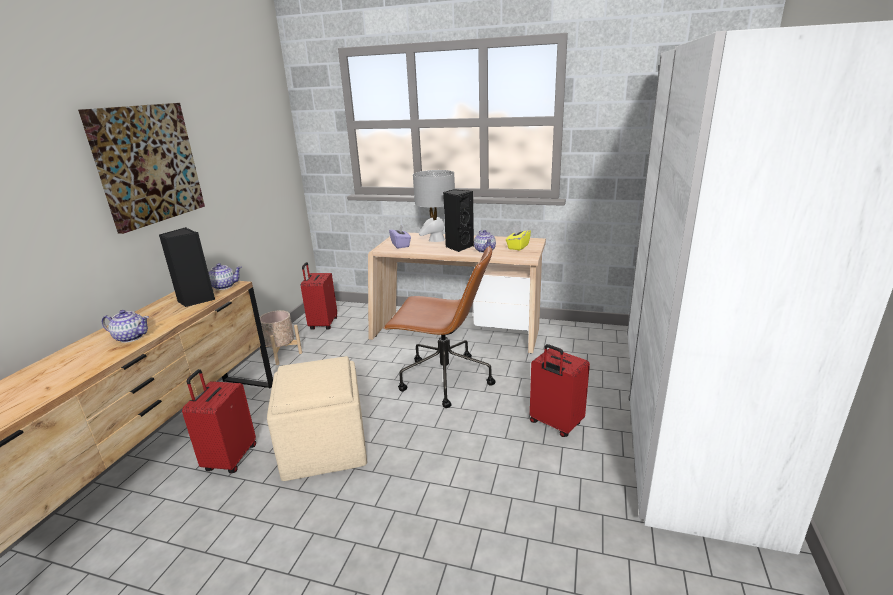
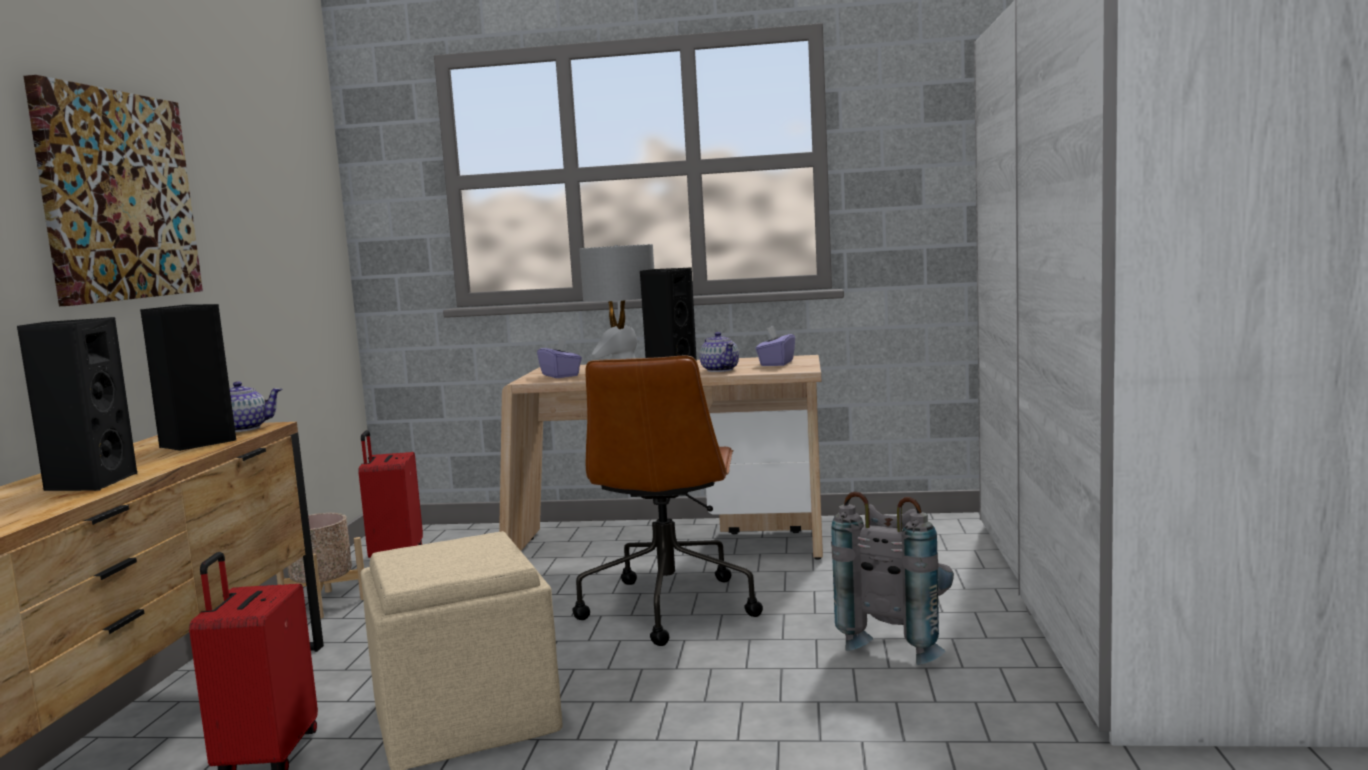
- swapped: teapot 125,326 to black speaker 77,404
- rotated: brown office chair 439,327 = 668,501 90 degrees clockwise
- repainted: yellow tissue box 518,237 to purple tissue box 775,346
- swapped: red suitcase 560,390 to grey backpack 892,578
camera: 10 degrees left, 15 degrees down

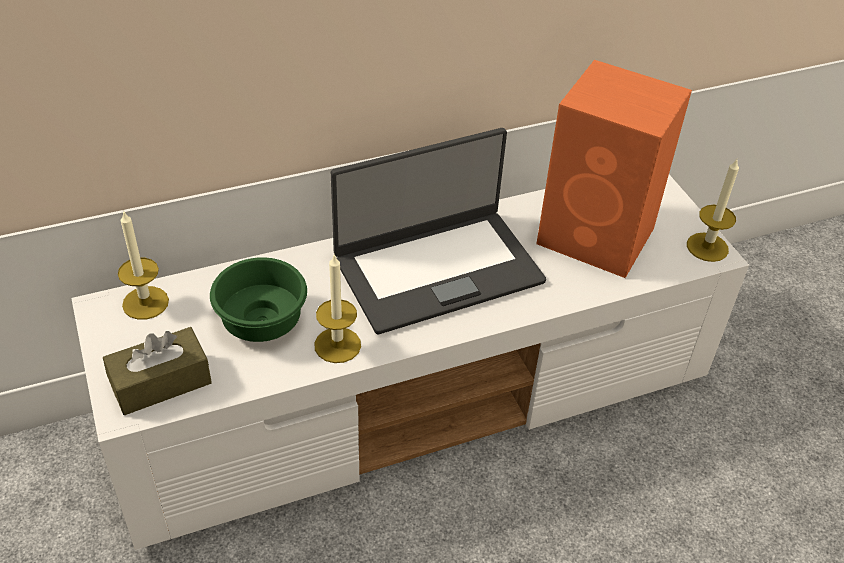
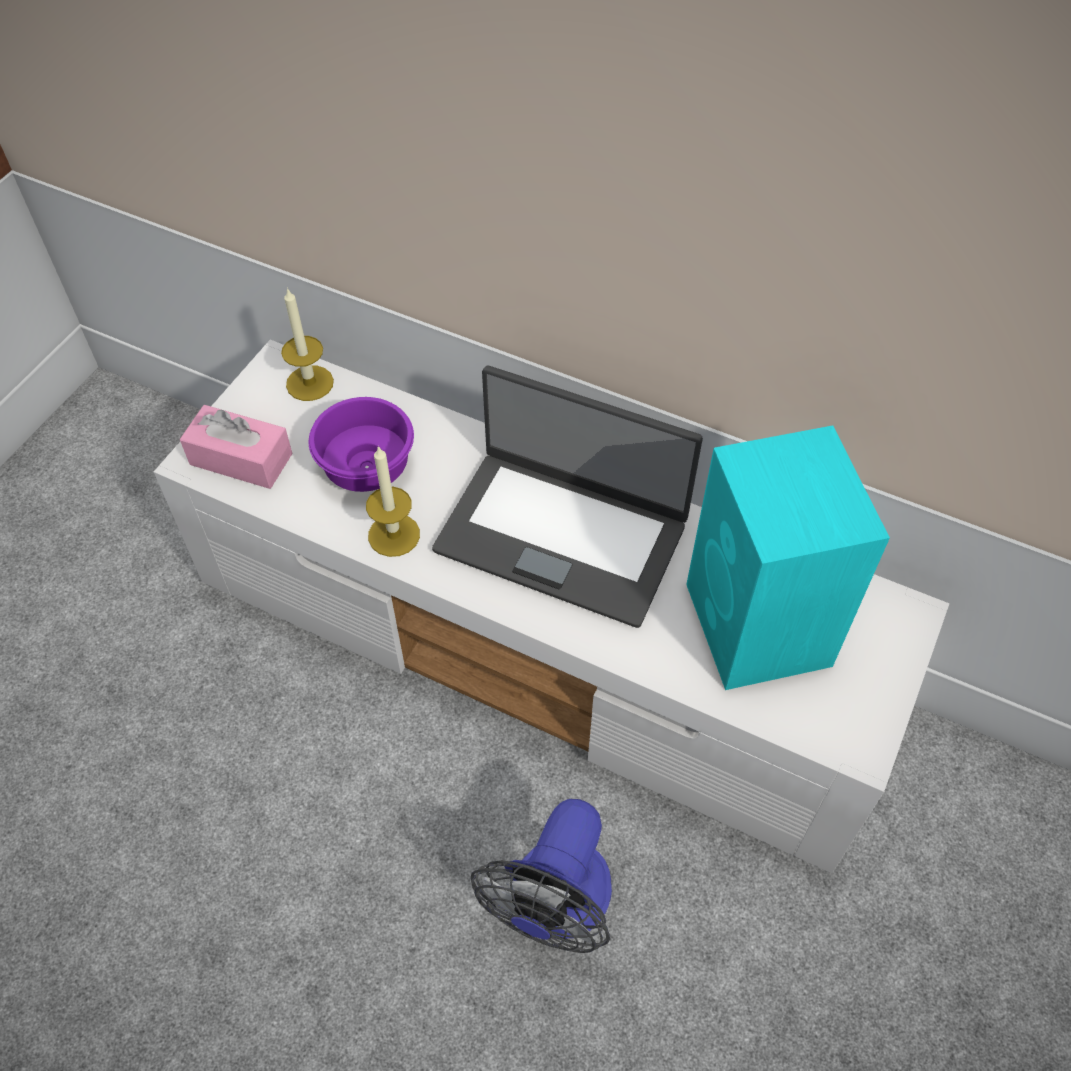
- repainted: brown tissue box 157,371 to pink tissue box 236,447
- repainted: green bowl 258,299 to purple bowl 361,444
- repainted: orange speaker 614,169 to turquoise speaker 788,557
- gone: candle 713,210
- new: fan 541,876
camera: 50 degrees right, 10 degrees up

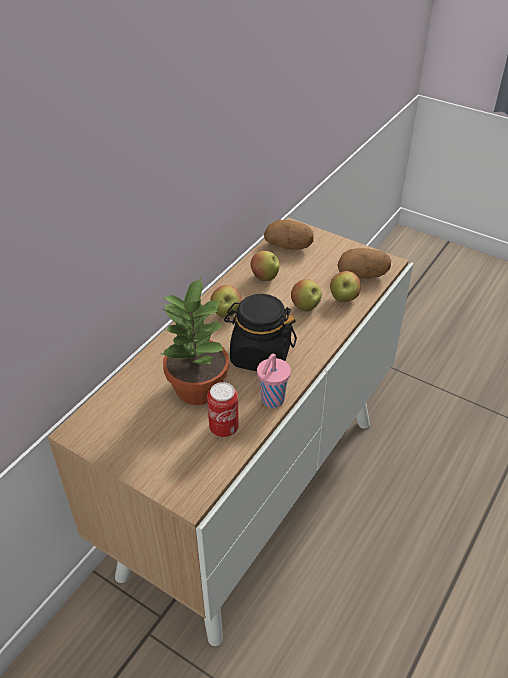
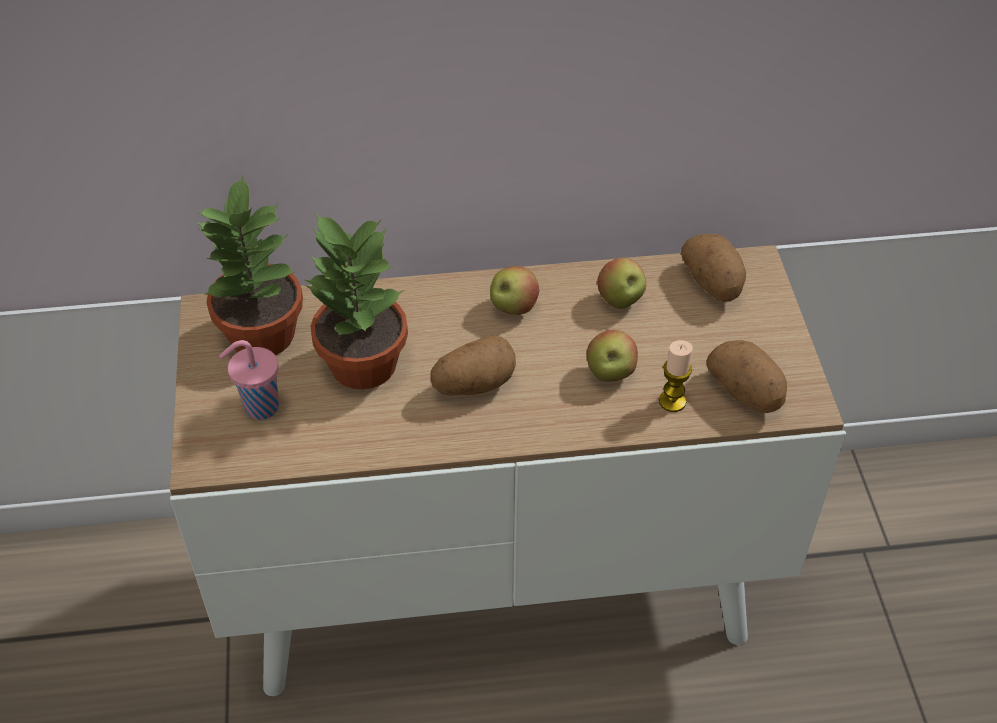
- gone: can 223,409
- swapped: black jar 260,332 to potato 473,365
- shifted: pink cup 274,381 to 249,380
- swapped: apple 345,286 to candle 676,376
- new: potted plant 249,265
camera: 50 degrees right, 5 degrees up

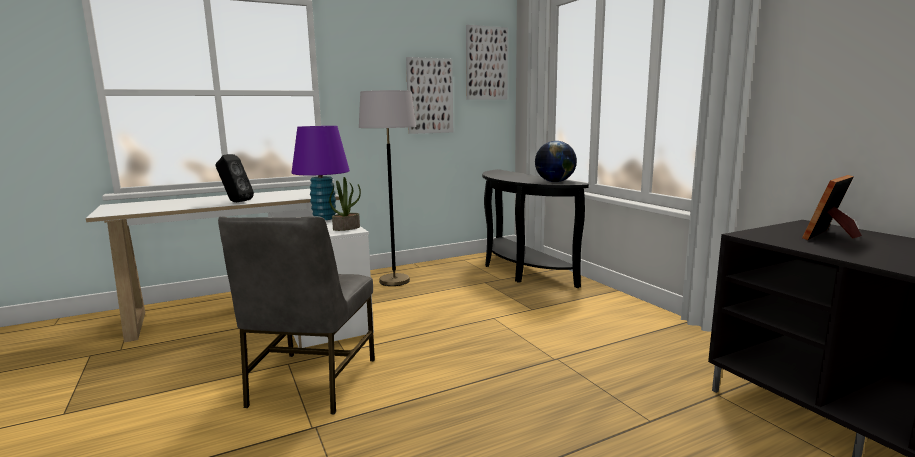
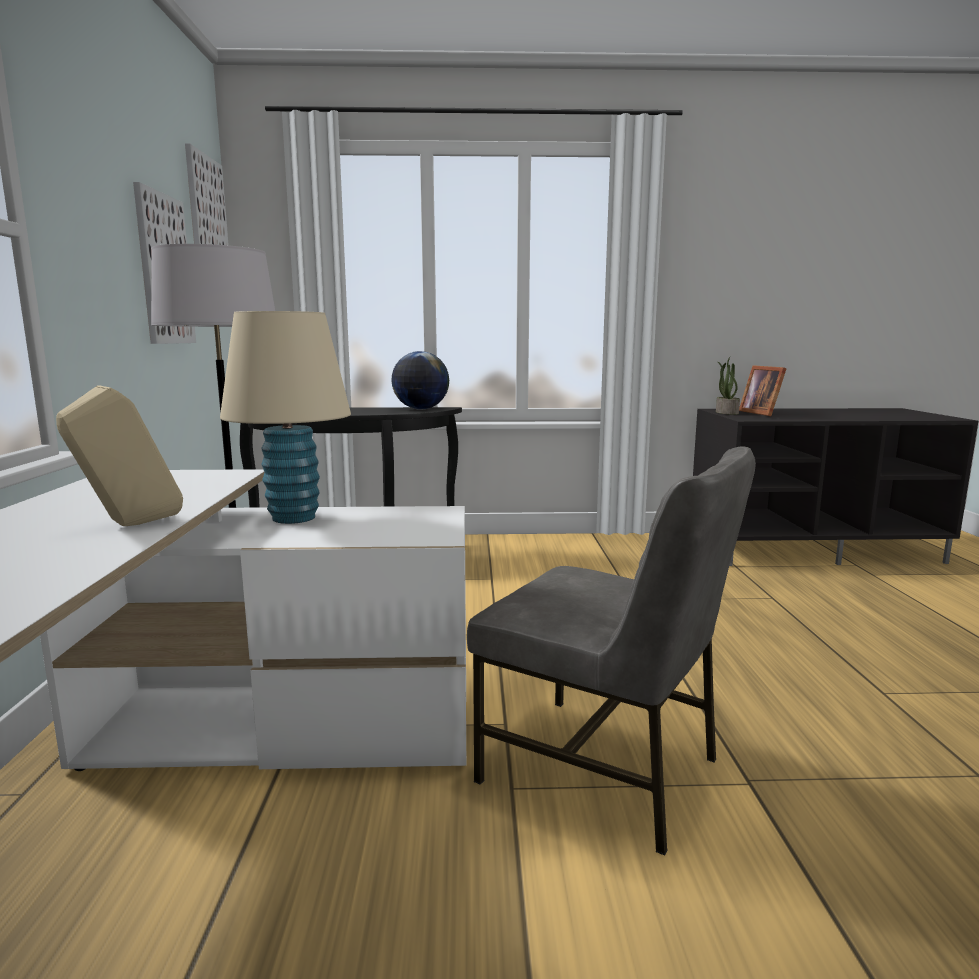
- repainted: black speaker 235,178 to beige speaker 119,455
- repainted: purple table lamp 321,173 to beige table lamp 285,417
- shifted: potted plant 345,204 to 728,386
camera: 65 degrees left, 0 degrees up

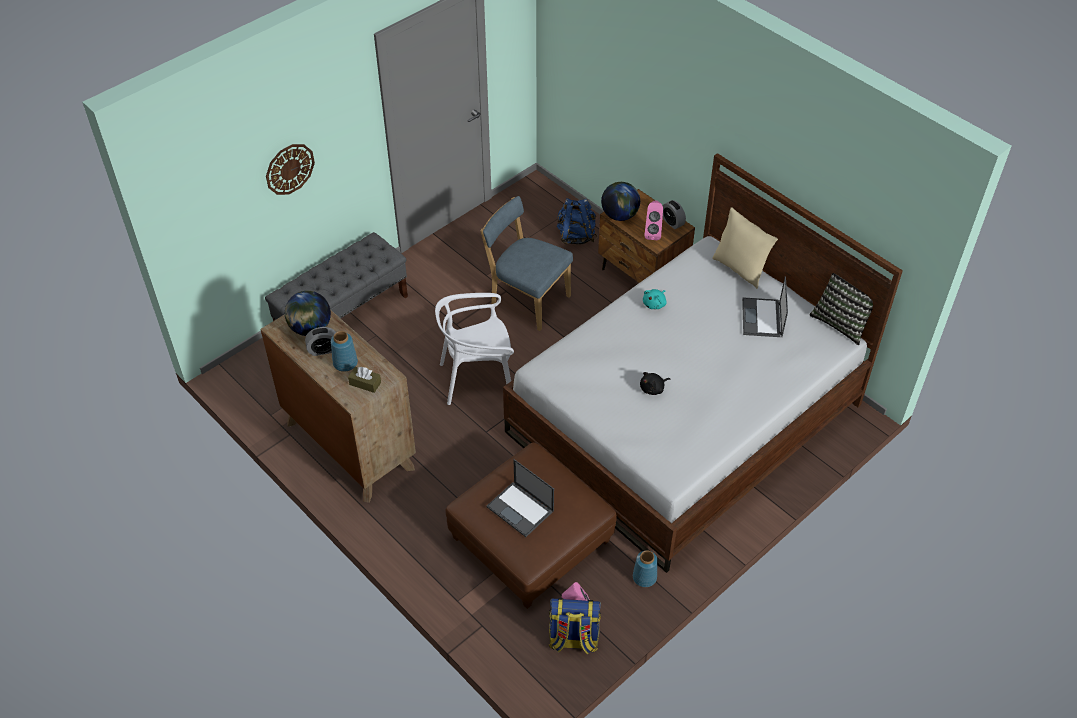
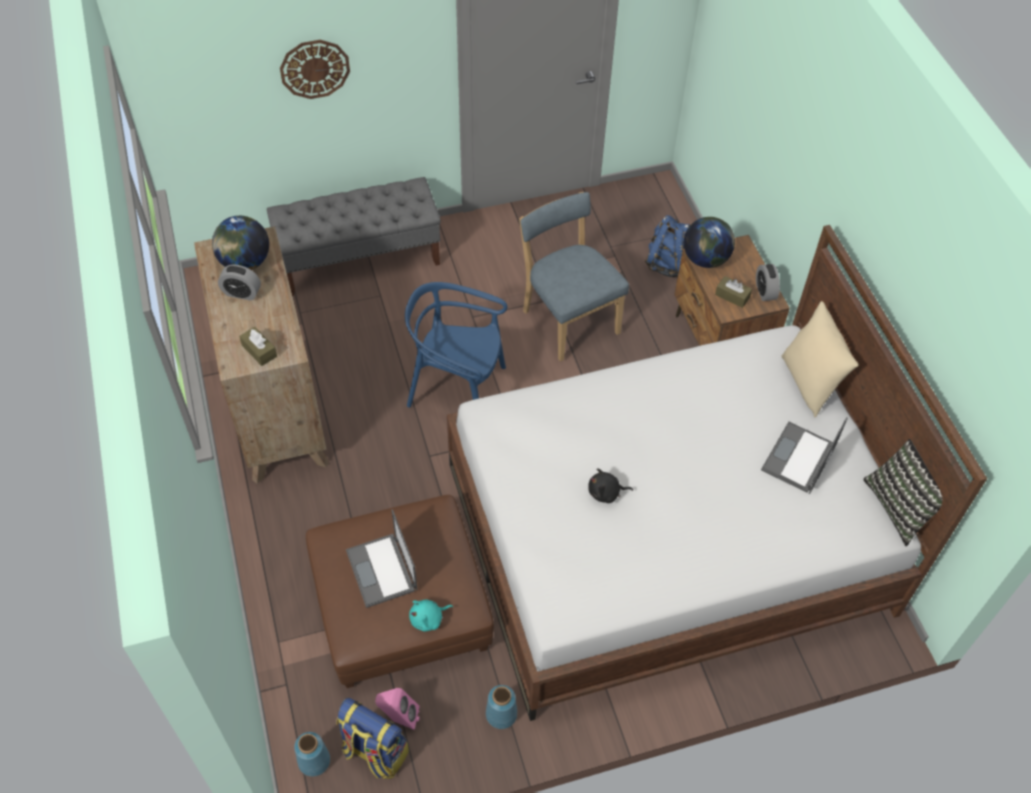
- shifted: blue vase 344,351 to 312,754
- repainted: white chair 474,349 to blue chair 456,344
- shifted: turquoise plush toy 655,299 to 431,615
- swapped: pink speaker 653,220 to brown tissue box 733,292
camera: 25 degrees right, 5 degrees up

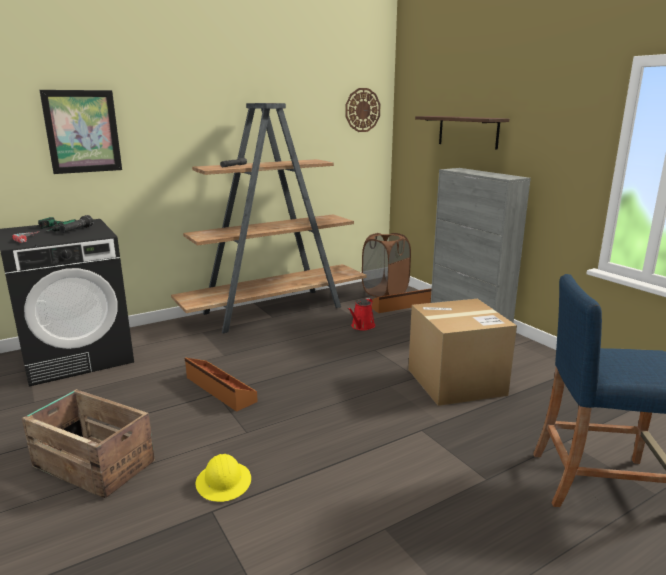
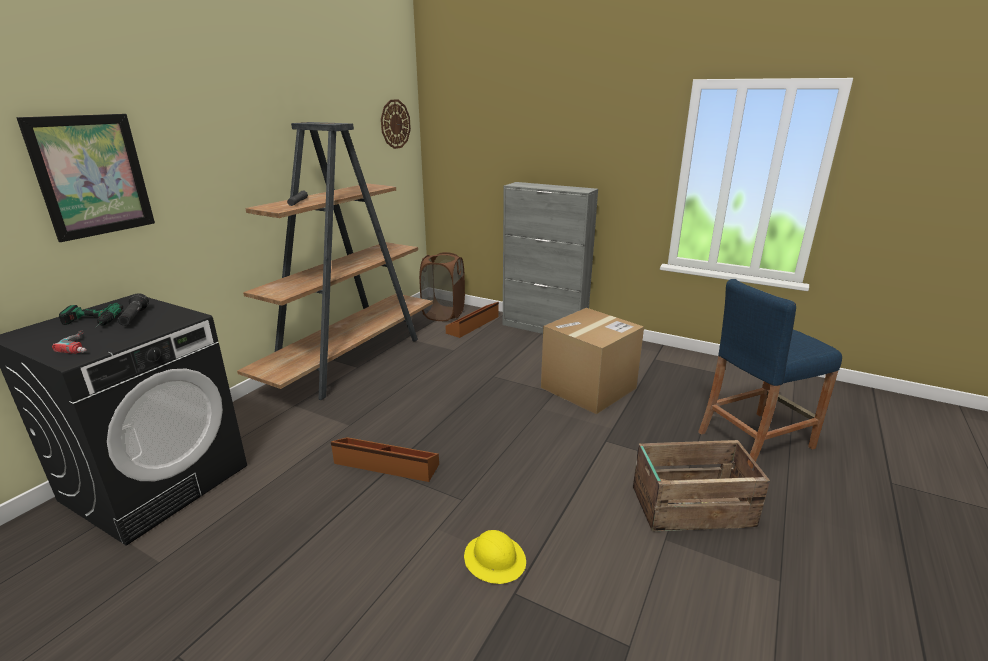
- shifted: crate 88,444 to 701,485
- gone: red watering can 361,314
- gone: shelf 462,133
camera: 30 degrees left, 5 degrees up

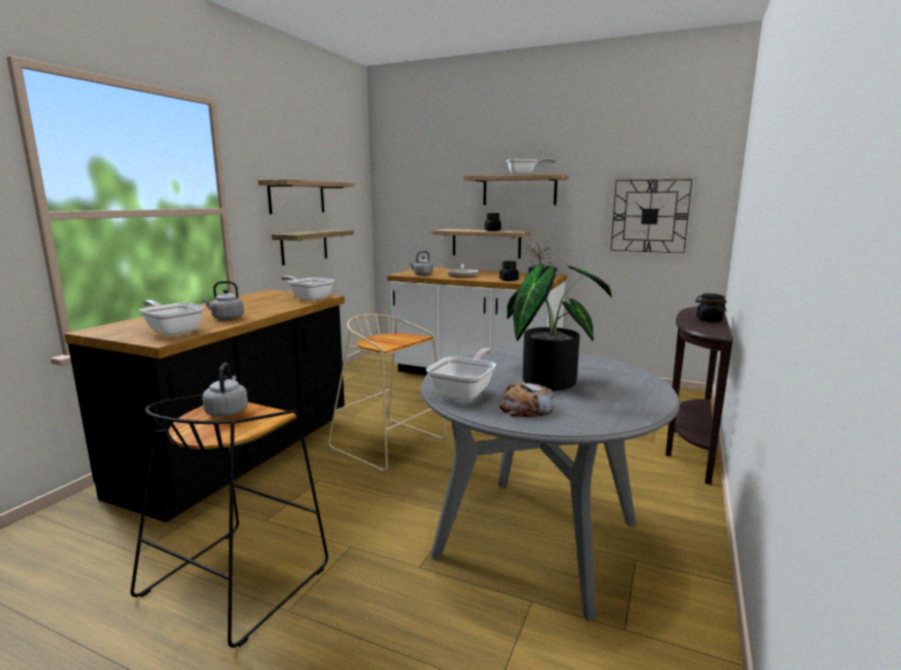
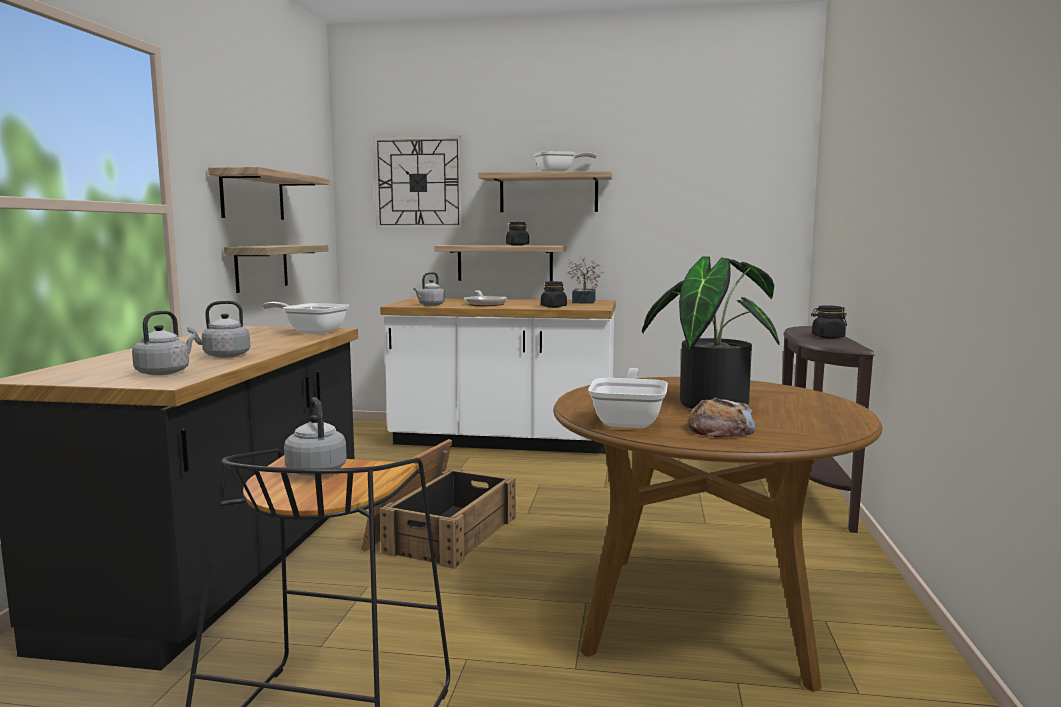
- swapped: frying pan 172,318 to grey kettle 164,342
- swapped: beige stool 387,393 to crate 438,504
- repainted: grey dining table 550,485 to brown dining table 718,534
- shifted: wall clock 651,216 to 418,182
camera: 15 degrees left, 5 degrees down

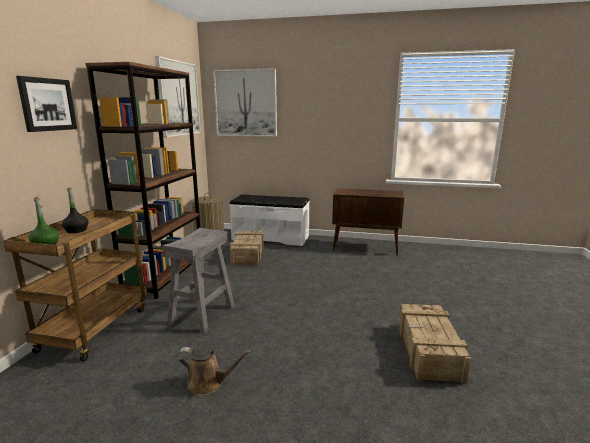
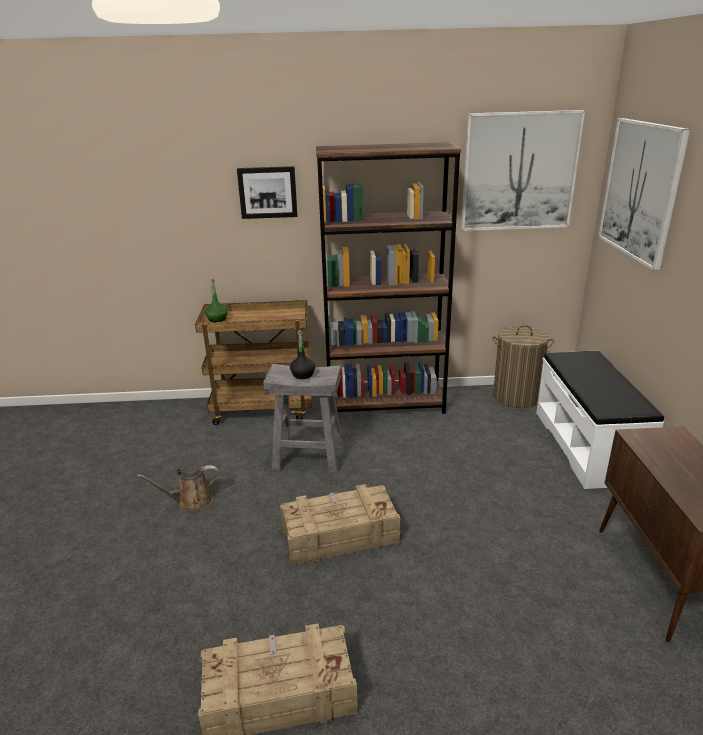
- shifted: black bottle 75,210 to 302,354
- rotated: brown watering can 214,370 = 177,488 75 degrees clockwise
- shifted: crate 247,248 to 340,525
camera: 75 degrees right, 10 degrees up

